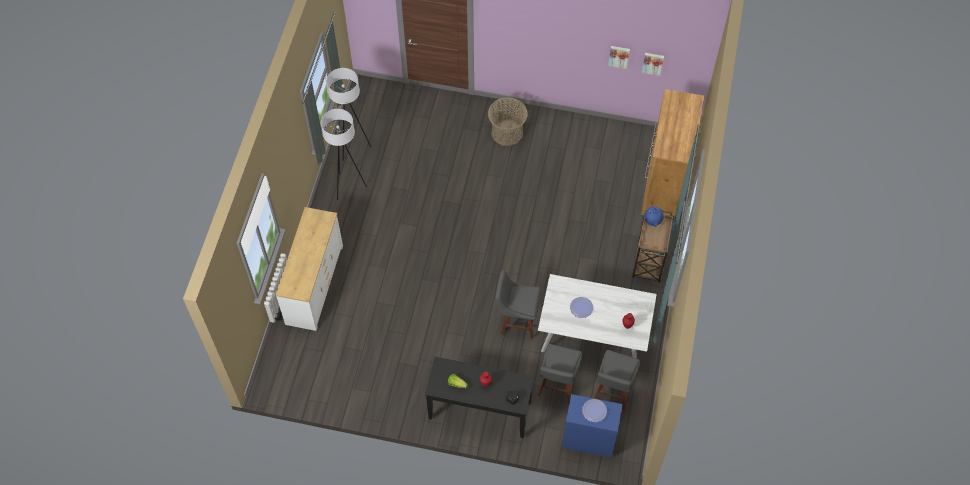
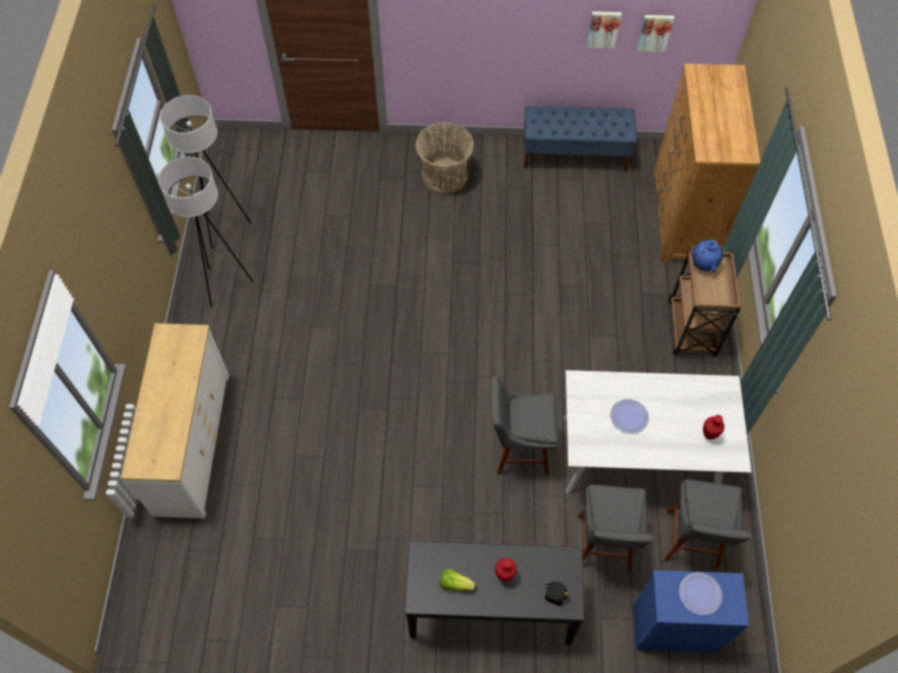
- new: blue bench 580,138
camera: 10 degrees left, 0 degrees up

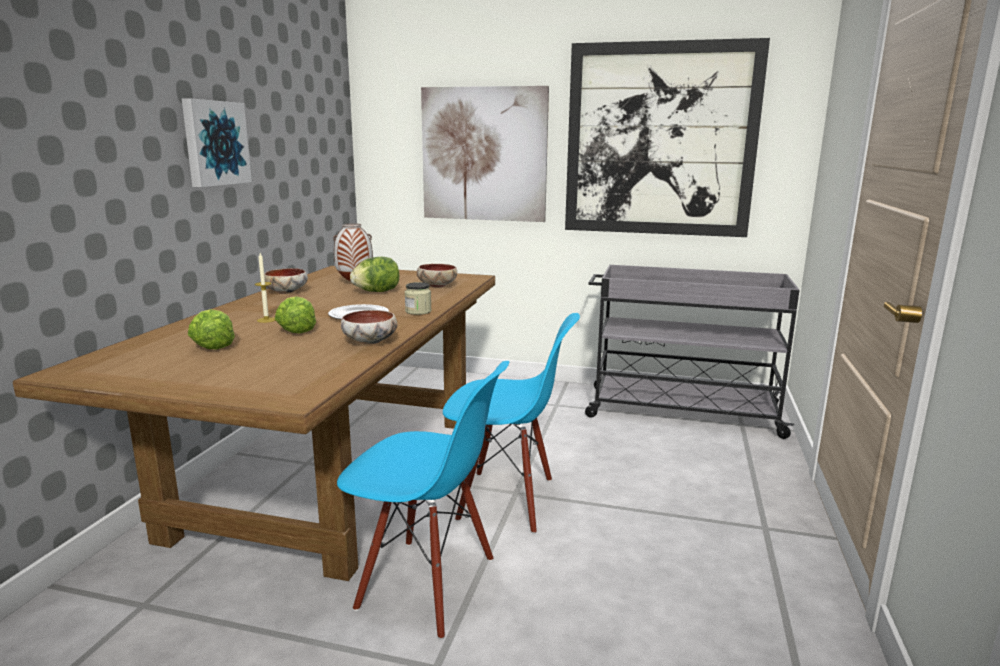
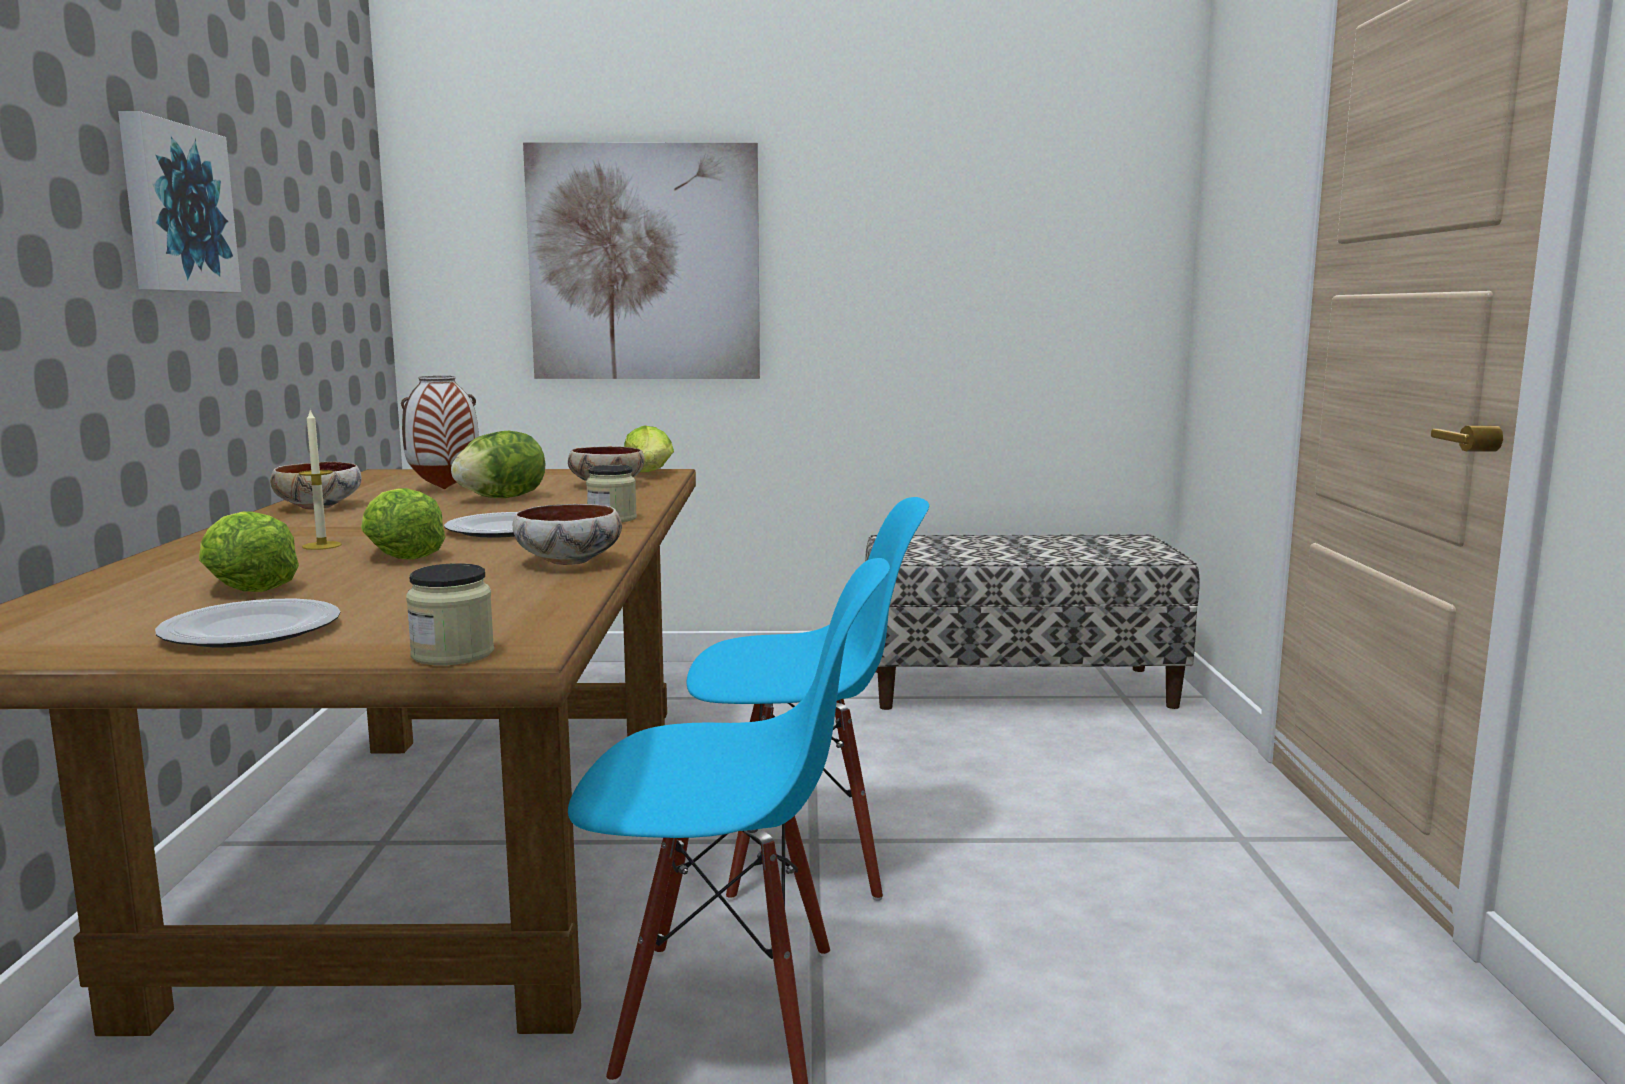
- gone: picture 667,137
- swapped: grey cart 692,352 to bench 1032,622
- new: plate 247,623
- new: jar 450,614
- new: lettuce 649,448
camera: 15 degrees left, 5 degrees down

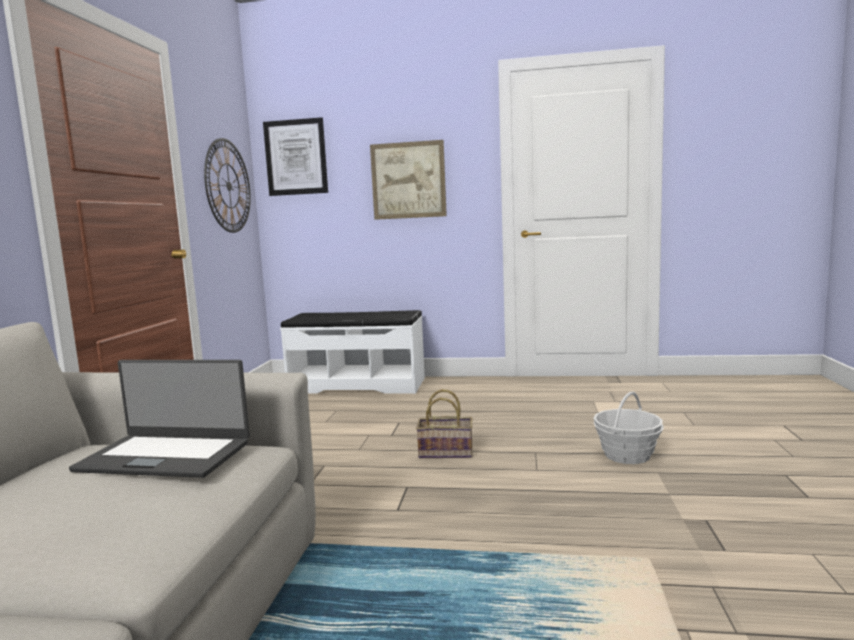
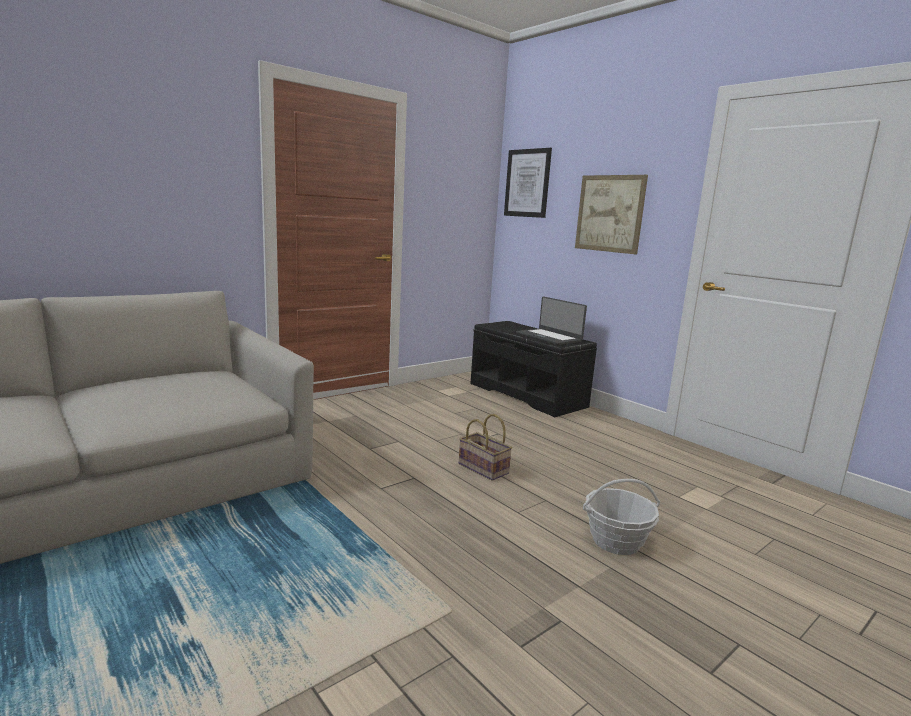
- shifted: laptop 159,419 to 551,320
- gone: wall clock 227,185
- repainted: white bench 352,352 to black bench 533,369
camera: 40 degrees right, 5 degrees up

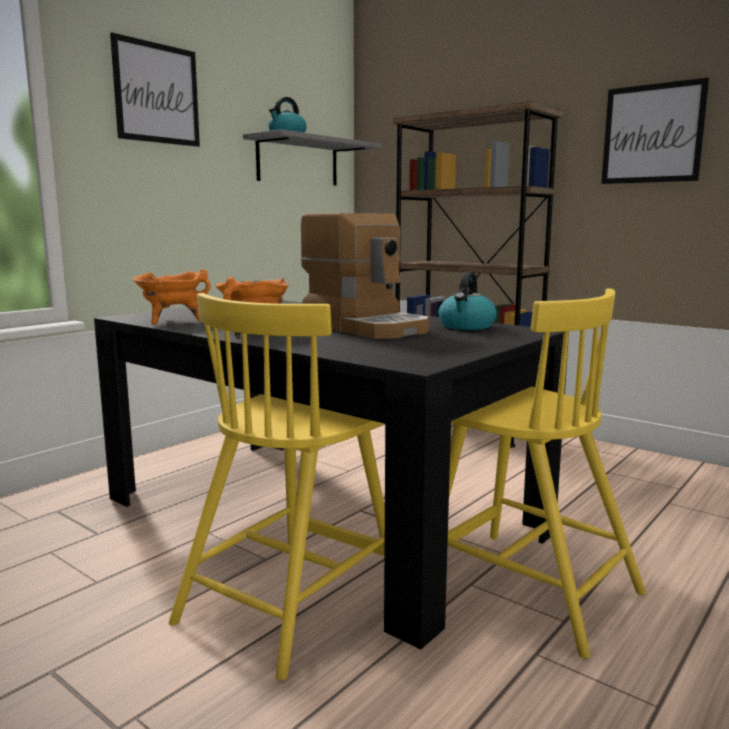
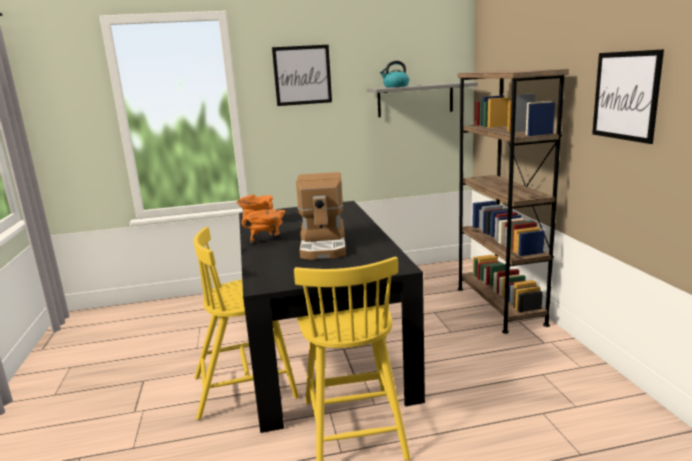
- gone: kettle 467,300
camera: 40 degrees right, 5 degrees up

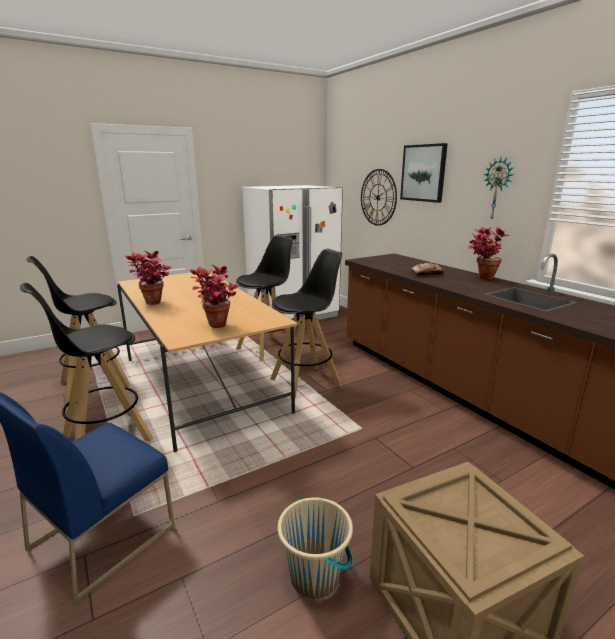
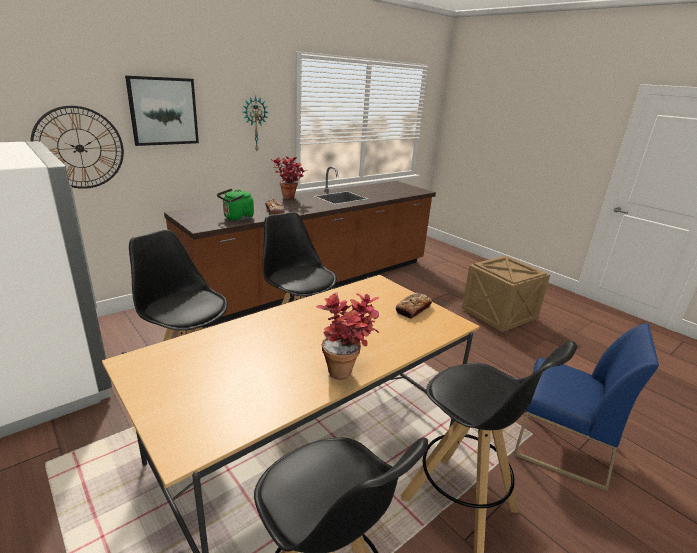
- swapped: potted plant 214,296 to bread 414,306
- gone: beige bucket 315,548
- new: green kettle 235,205
camera: 100 degrees left, 5 degrees up

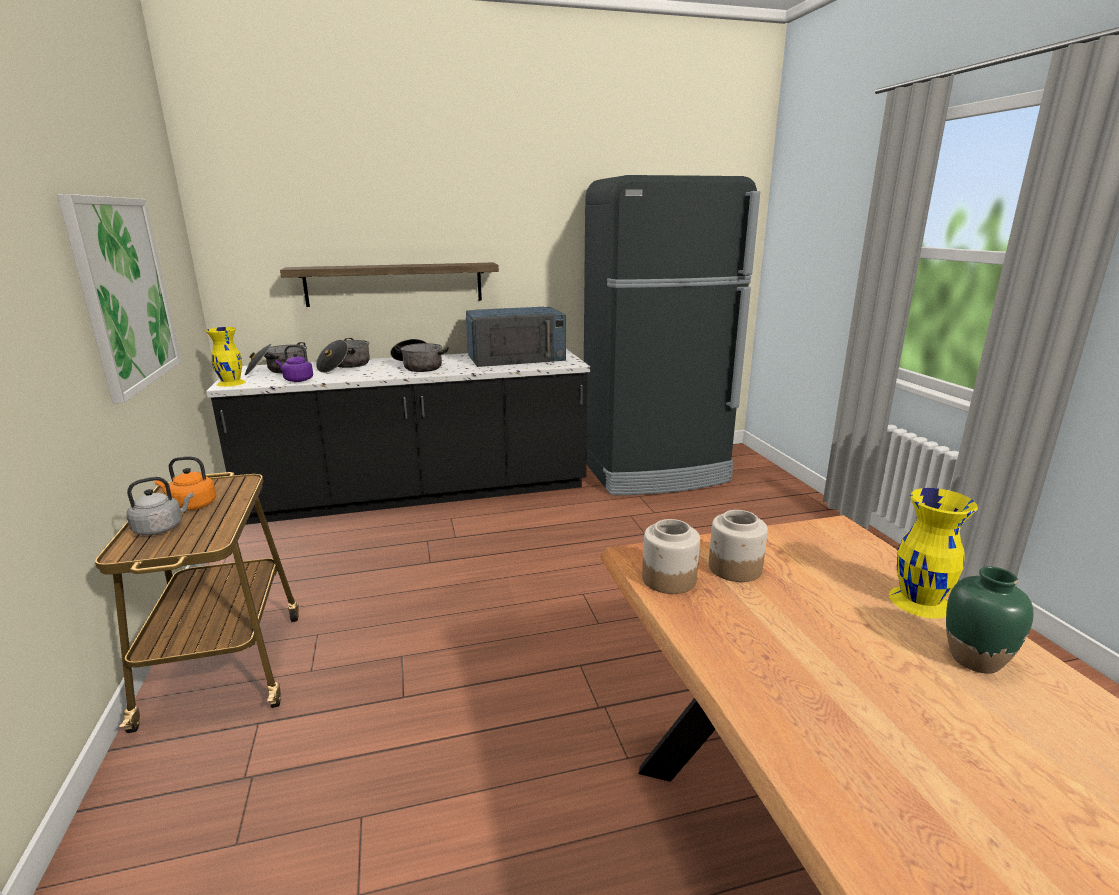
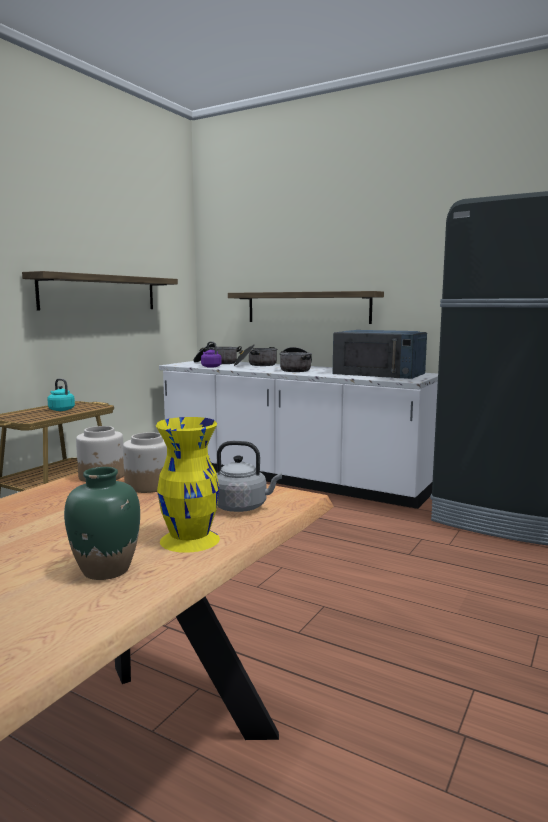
- swapped: picture 119,299 to shelf 100,290
- shifted: grey kettle 160,506 to 249,476
- repainted: orange kettle 185,483 to turquoise kettle 61,395
- gone: yellow vase 226,357
- repainted: black counter 398,437 to white counter 298,435
camera: 45 degrees right, 10 degrees down

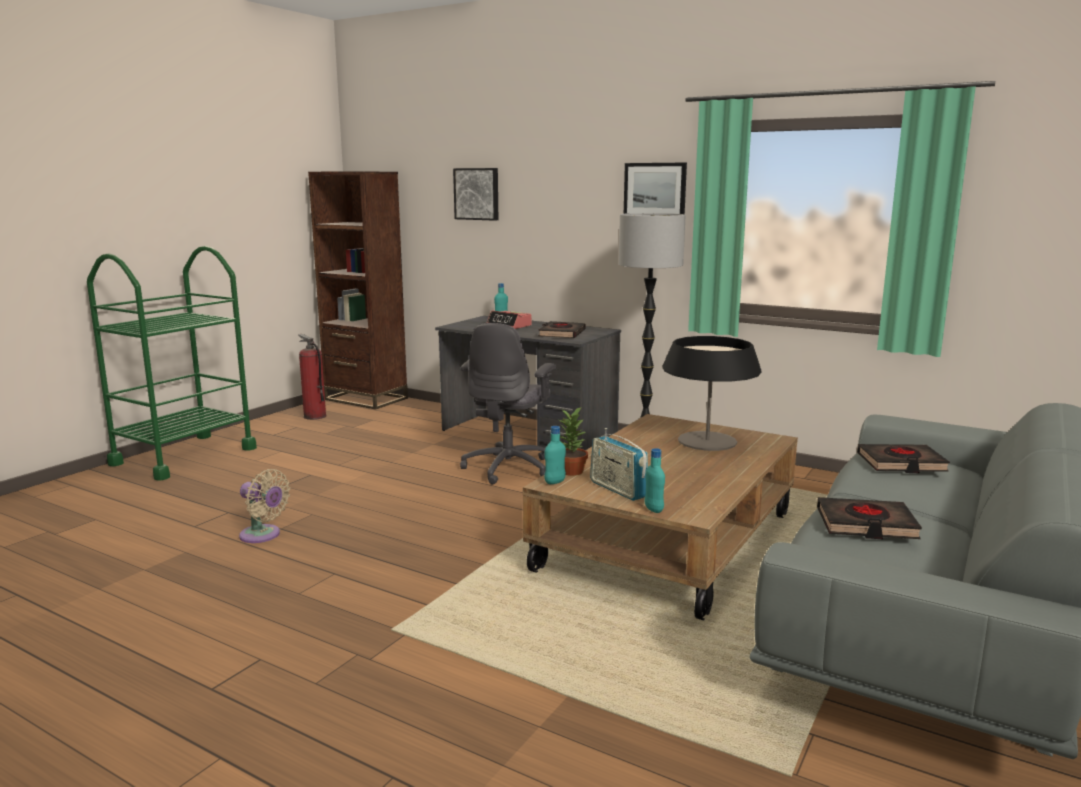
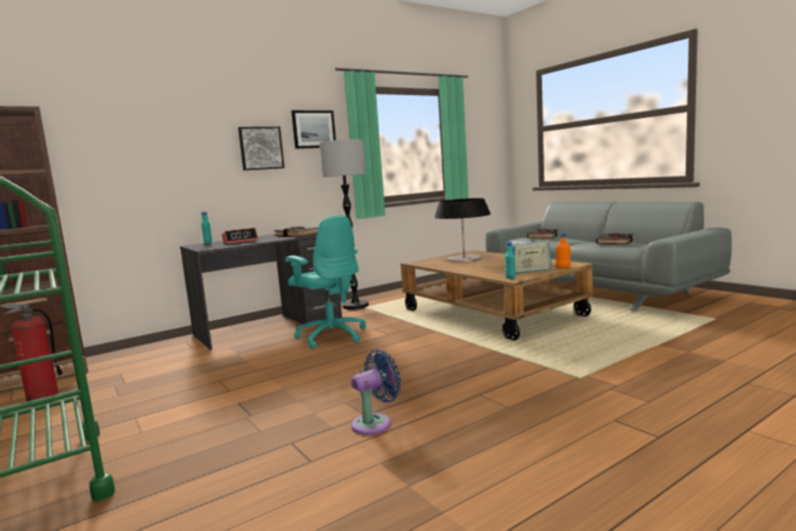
- repainted: beige fan 264,506 to blue fan 376,392
- shifted: picture 475,194 to 261,149
- repainted: grey office chair 508,403 to turquoise office chair 325,282
- gone: potted plant 573,441
- repainted: turquoise bottle 655,480 to orange bottle 563,250
camera: 65 degrees left, 5 degrees down

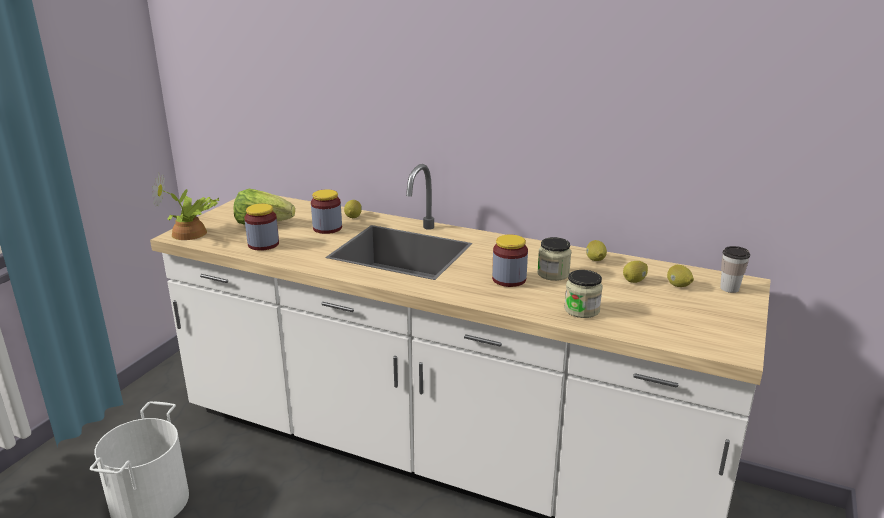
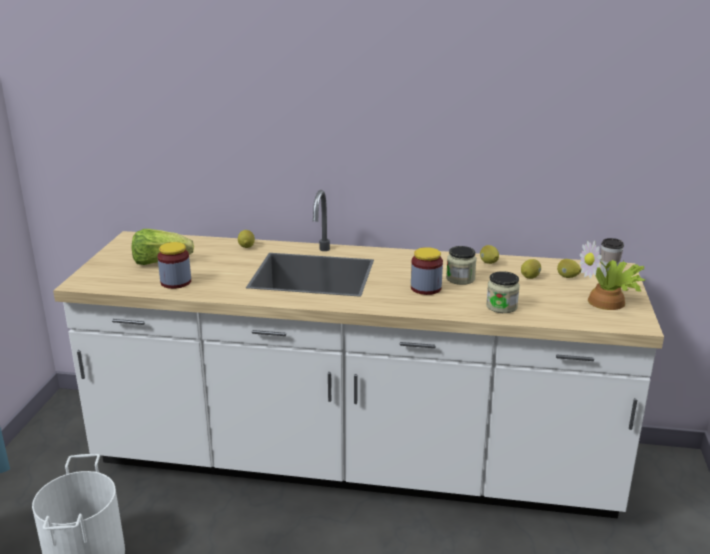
- shifted: potted plant 185,206 to 612,275
- gone: jar 326,211
camera: 15 degrees left, 0 degrees up

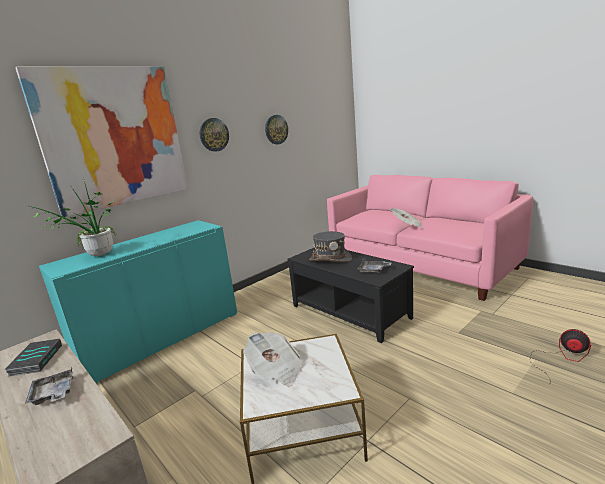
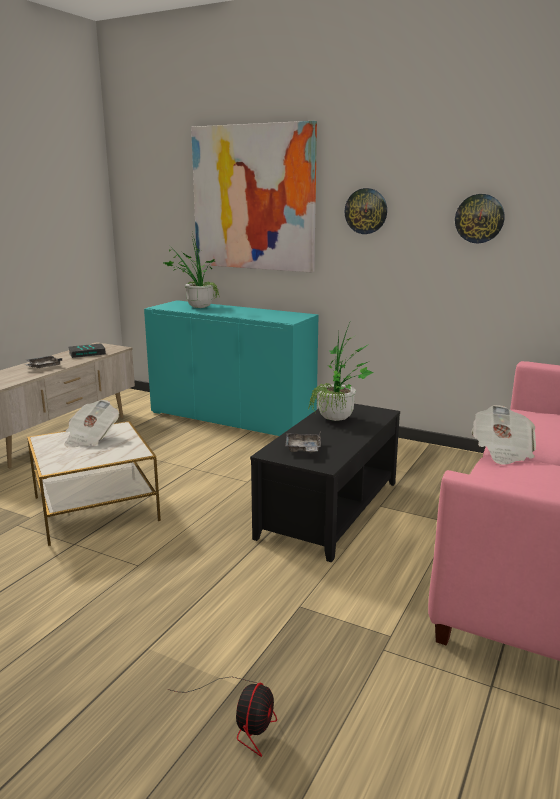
- swapped: grey hat 330,246 to potted plant 341,370
camera: 70 degrees right, 0 degrees up

